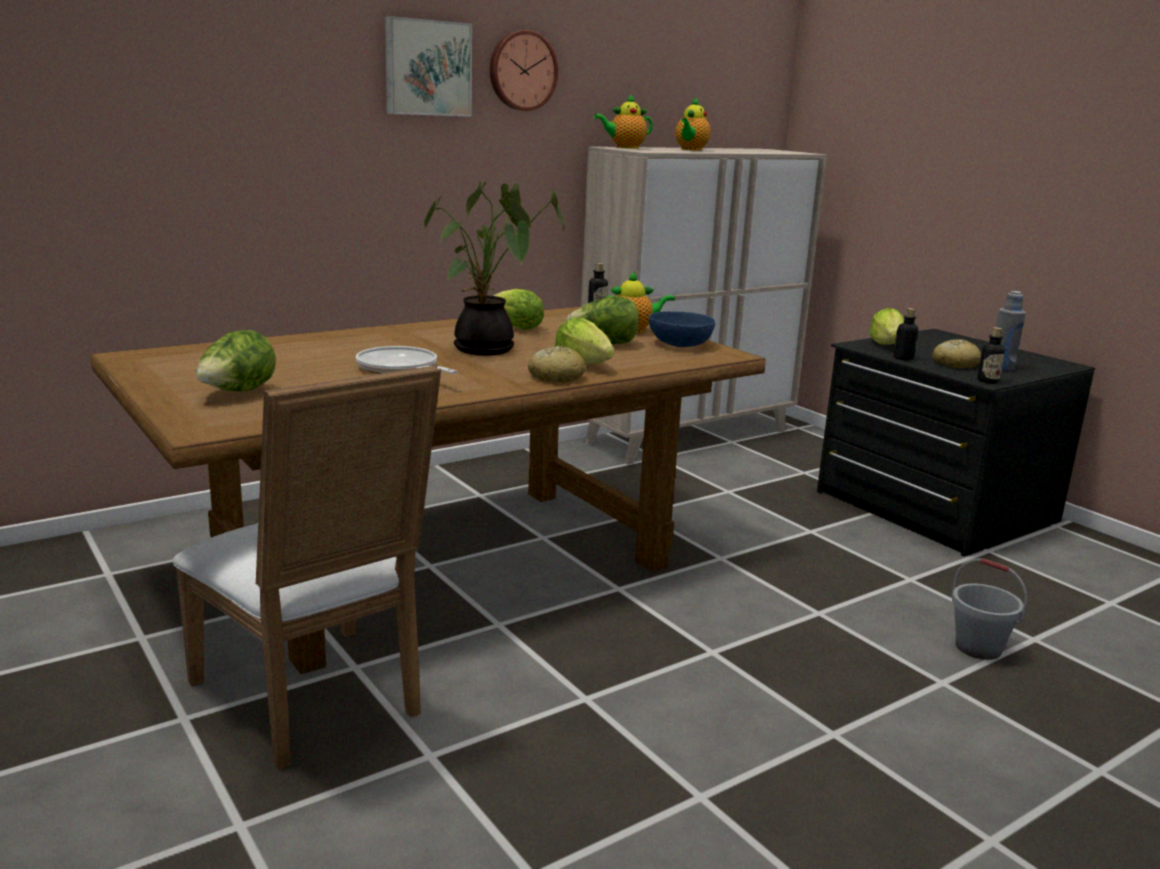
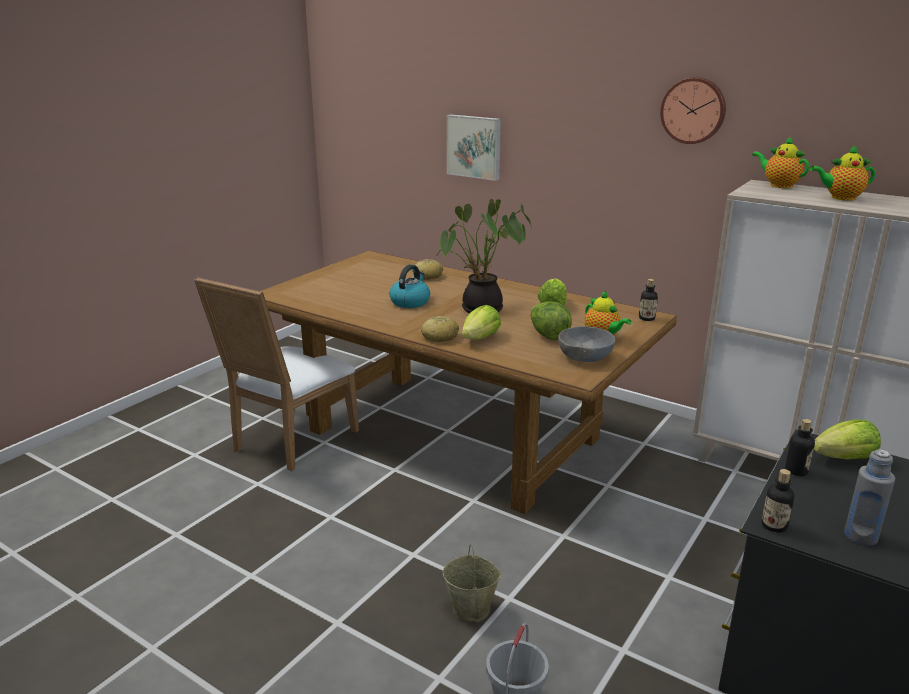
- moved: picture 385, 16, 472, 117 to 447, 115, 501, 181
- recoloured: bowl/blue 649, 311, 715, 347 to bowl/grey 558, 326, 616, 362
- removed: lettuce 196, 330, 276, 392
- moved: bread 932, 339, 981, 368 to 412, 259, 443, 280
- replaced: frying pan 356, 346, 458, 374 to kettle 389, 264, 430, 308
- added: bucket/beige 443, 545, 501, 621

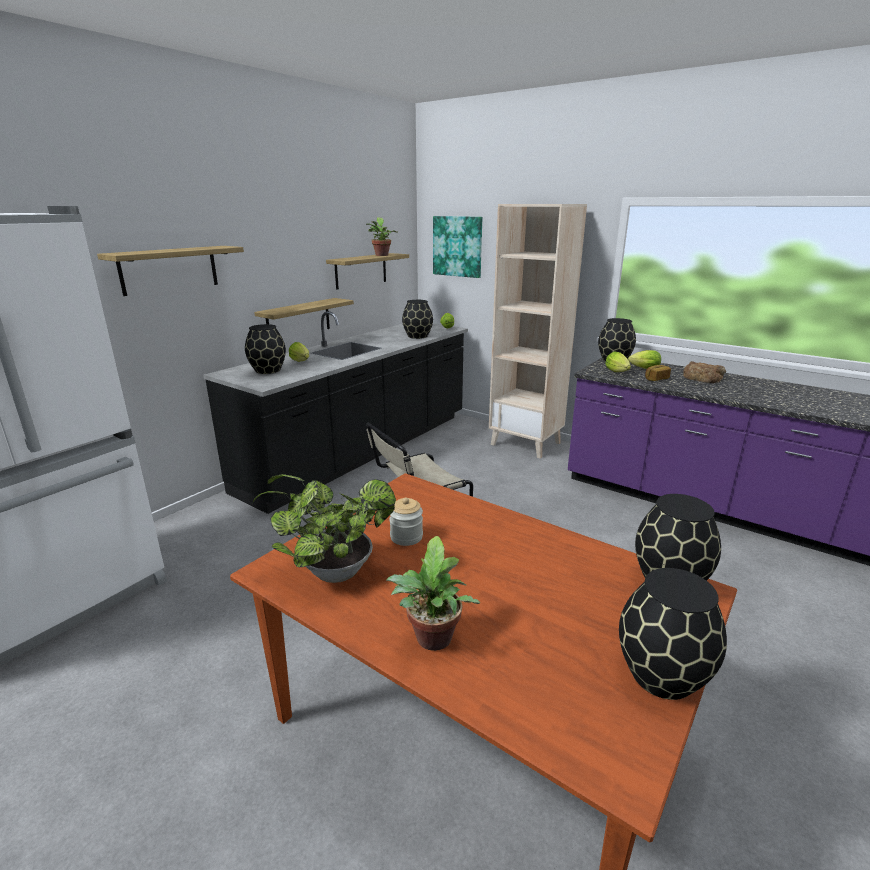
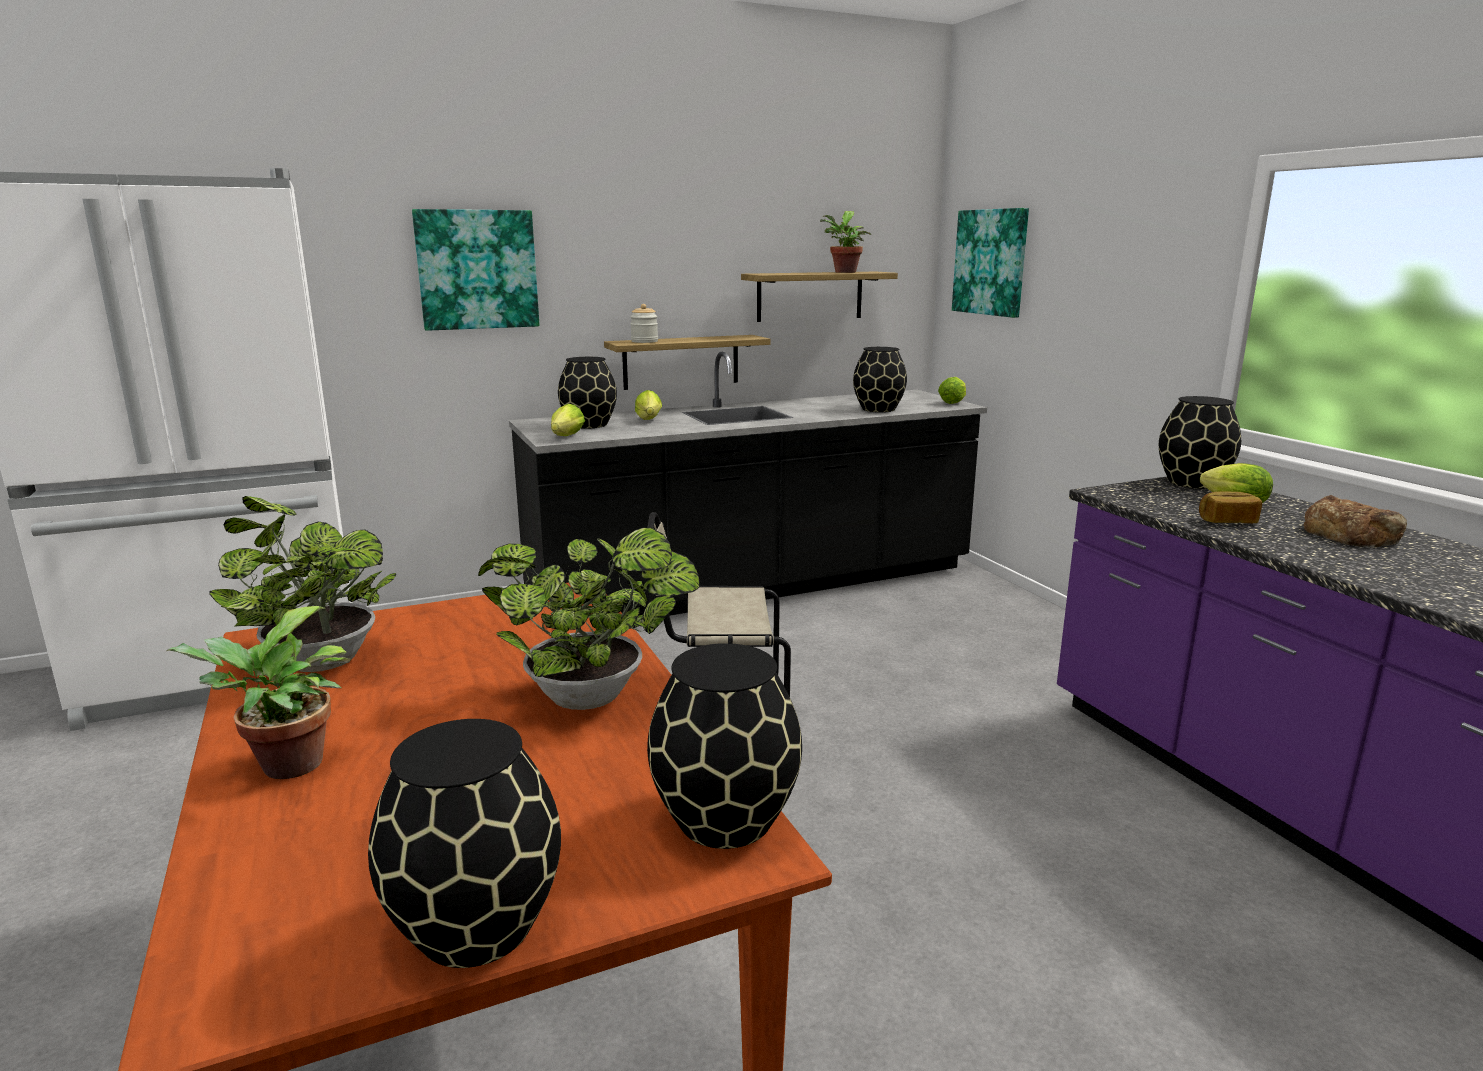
- removed: bookcase/beige 489, 204, 587, 459
- replaced: shelf 97, 246, 244, 296 to picture 412, 209, 539, 331
- moved: lettuce 605, 351, 631, 372 to 551, 404, 585, 436
- moved: jar 389, 497, 423, 546 to 630, 304, 658, 343
- added: potted plant 478, 527, 700, 710

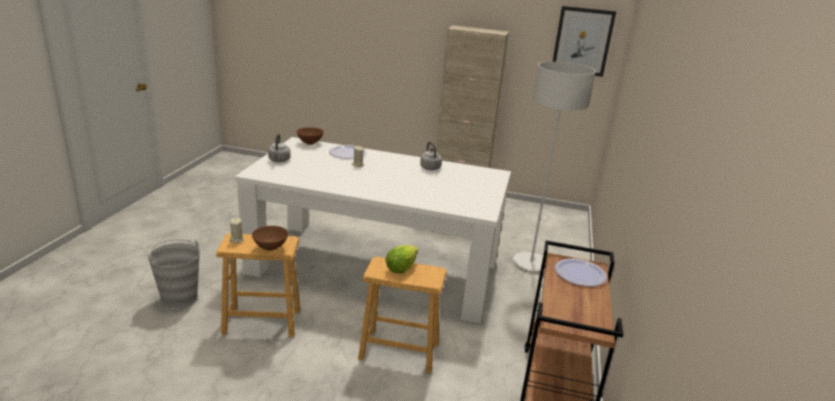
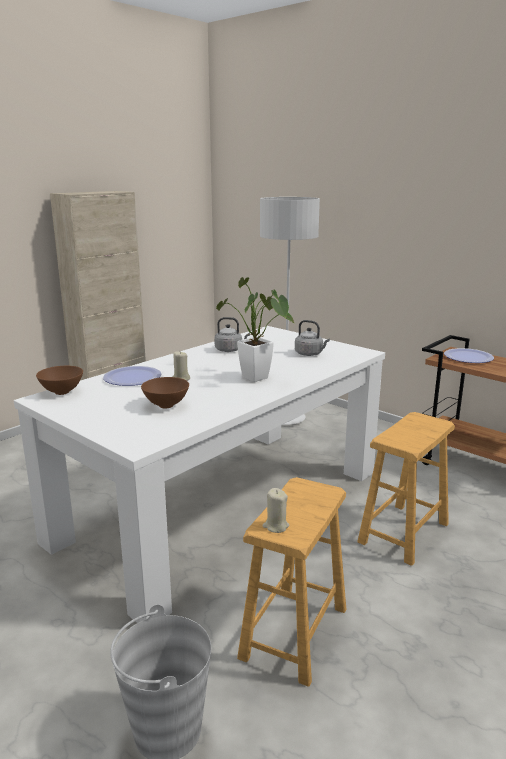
- removed: picture 553, 6, 616, 77
- moved: kettle/grey 268, 133, 291, 162 to 295, 320, 330, 356
- moved: bowl/brown 252, 226, 288, 251 to 141, 377, 189, 408
- removed: lettuce 385, 245, 418, 273
- added: potted plant 216, 277, 295, 382

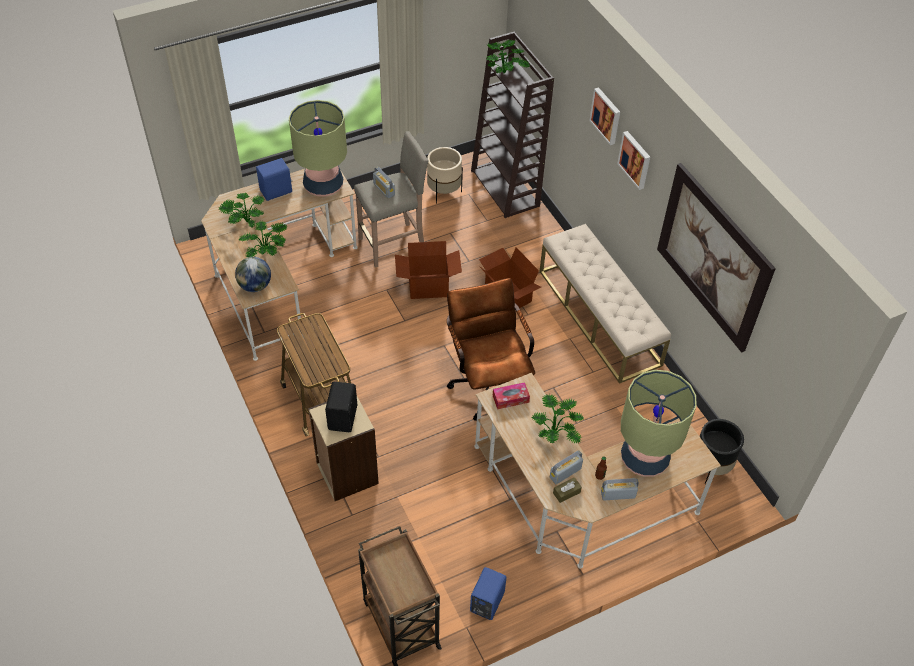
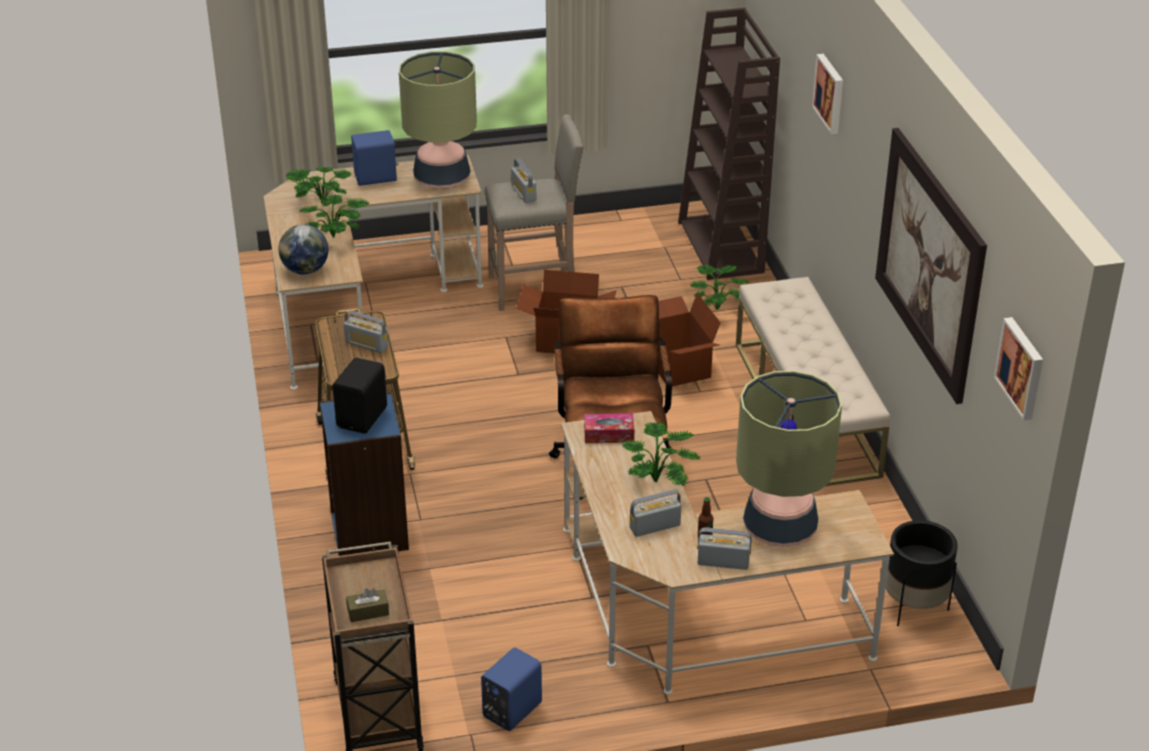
- moved: potted plant 486, 39, 530, 73 to 690, 264, 749, 310
- moved: picture 617, 131, 650, 190 to 994, 317, 1043, 421
- removed: planter/beige 427, 147, 463, 204
- recoloured: bookcase/beige 308, 397, 379, 501 to bookcase/blue 320, 392, 409, 556
- moved: tissue box/brown 553, 477, 582, 503 to 346, 588, 389, 622
- added: radio 344, 310, 388, 353

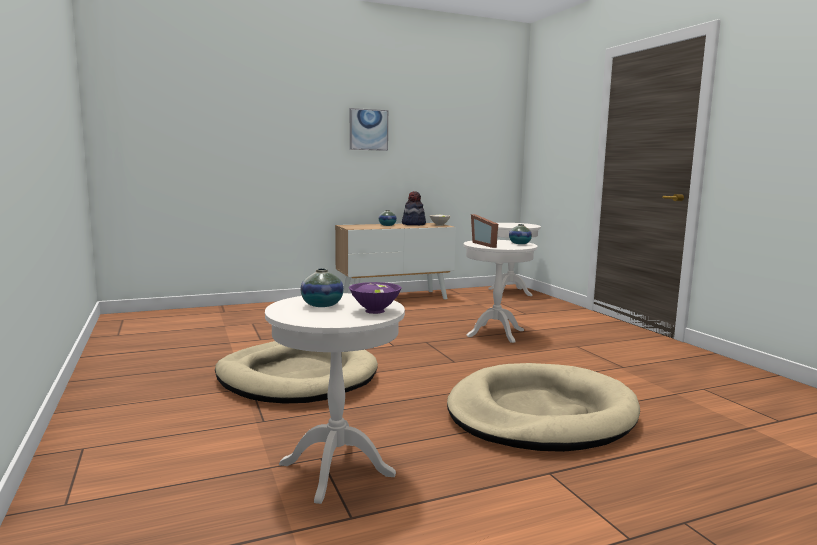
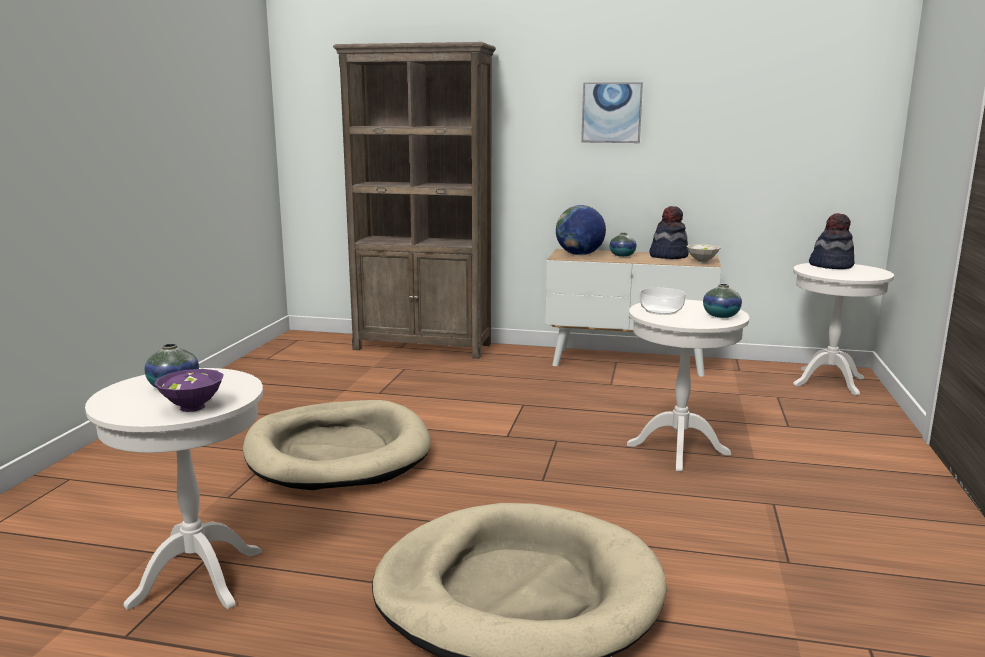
- replaced: picture frame 471, 214, 498, 248 to bowl 640, 288, 686, 315
- added: bookcase/brown 333, 42, 496, 359
- added: globe 556, 205, 606, 255
- added: hat 809, 213, 855, 269

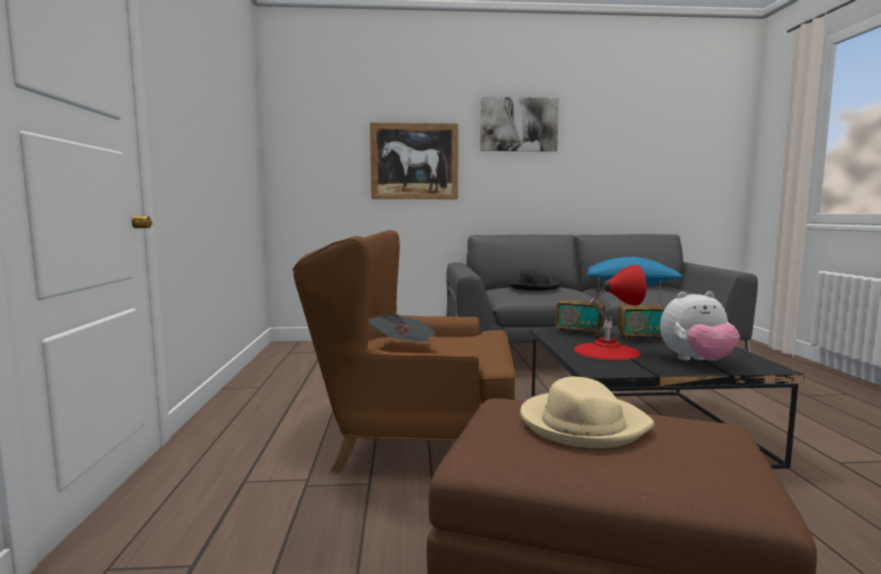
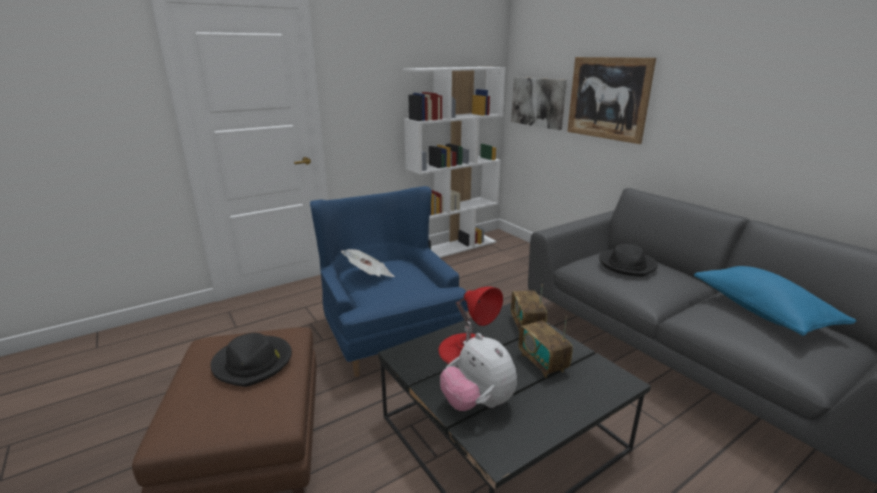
- moved: picture 480, 97, 559, 152 to 511, 77, 567, 130
- recoloured: armchair/brown 292, 230, 516, 472 to armchair/blue 310, 186, 468, 377
- recoloured: hat/beige 520, 377, 654, 448 to hat/black 210, 333, 292, 387
- added: bookcase/white 403, 67, 506, 258

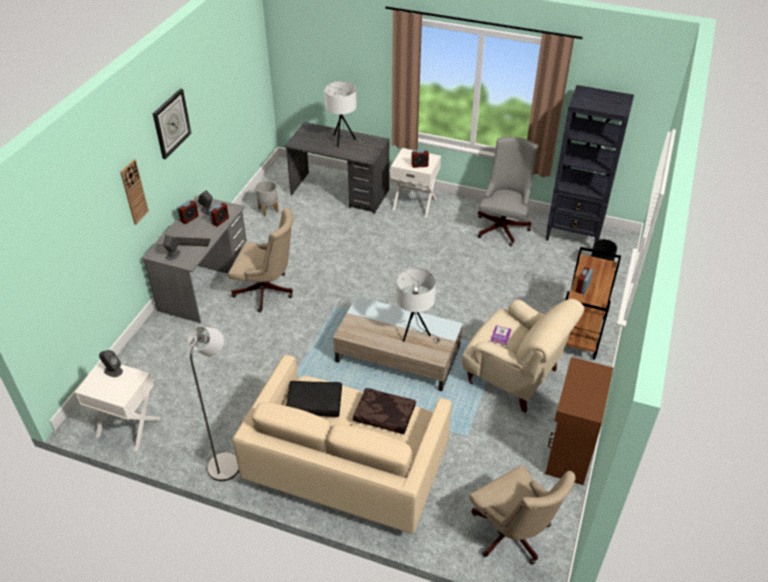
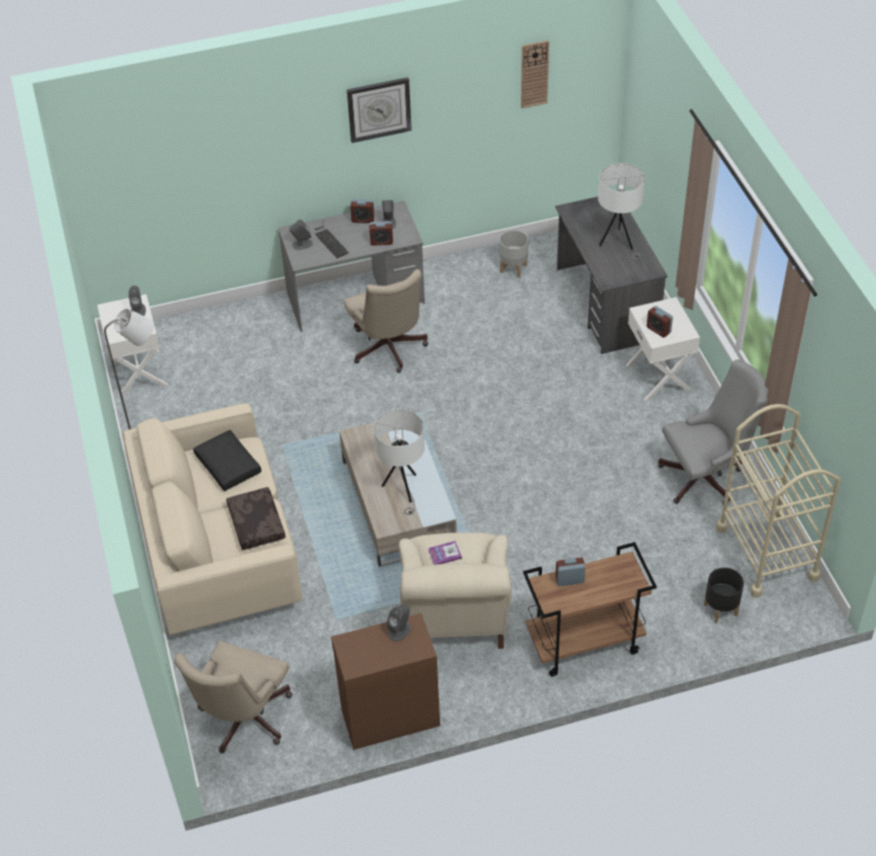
- replaced: bookcase/black 546, 85, 634, 242 to cart/beige 716, 404, 841, 597
- moved: wall clock 120, 159, 149, 225 to 521, 40, 549, 108
- added: speaker/grey 386, 604, 412, 641

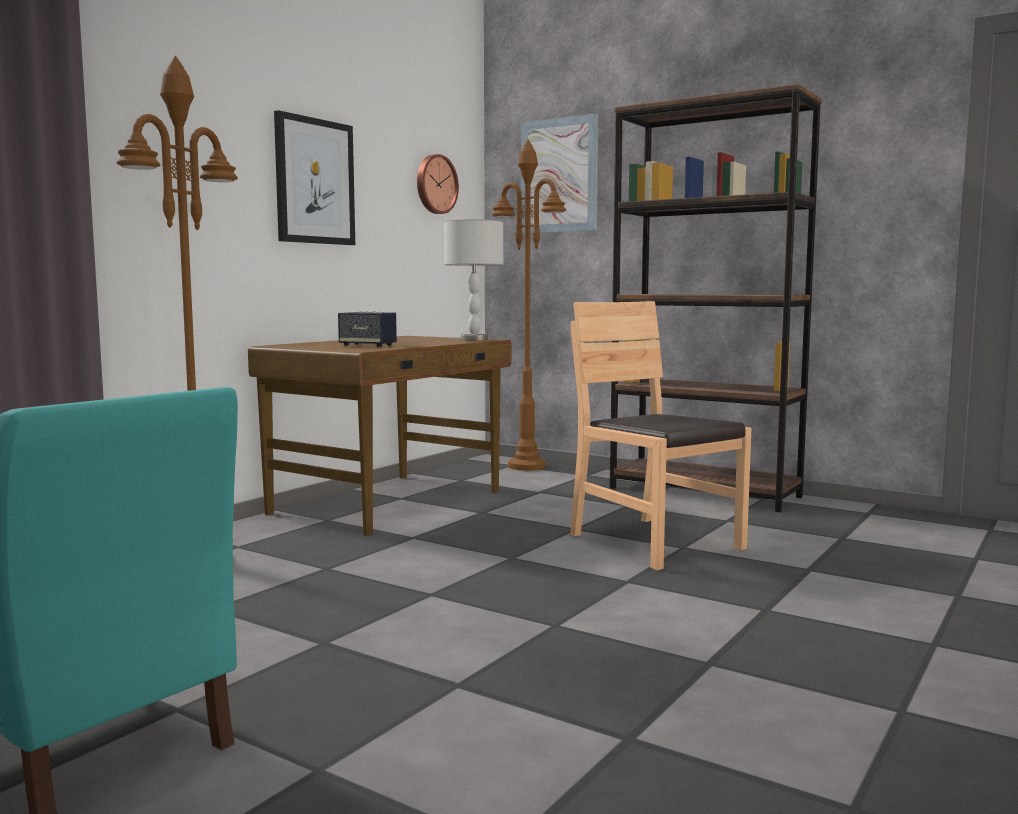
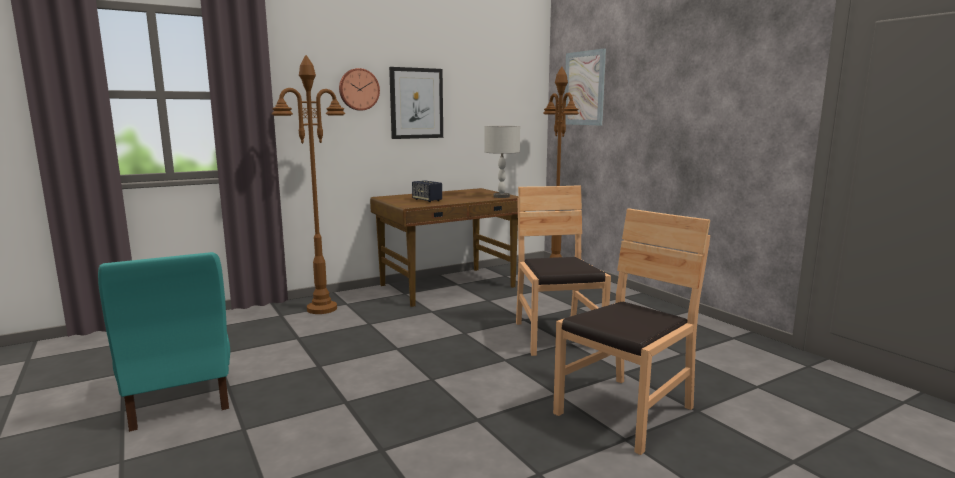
- removed: bookcase/brown 610, 84, 822, 512
- moved: wall clock 417, 154, 459, 214 to 339, 68, 380, 110
- added: chair/brown 553, 208, 710, 455

